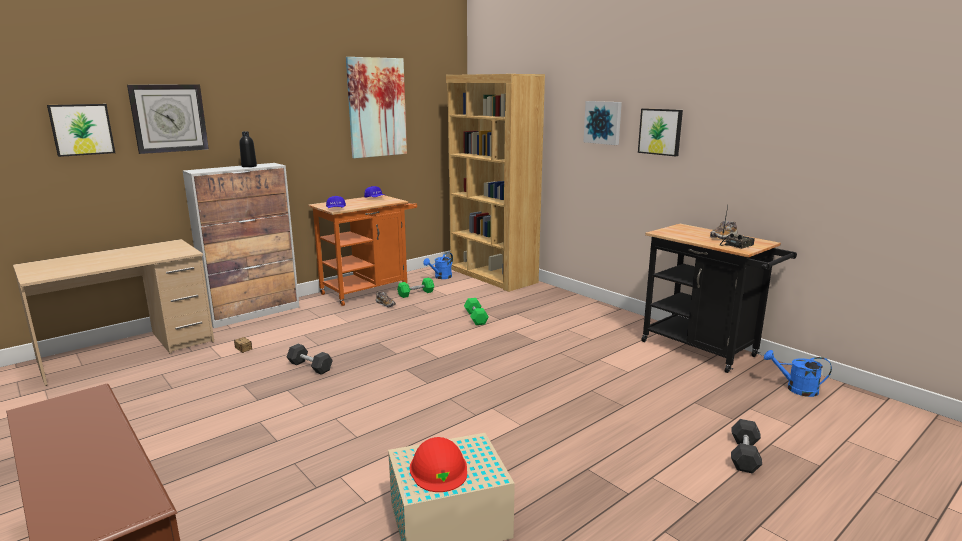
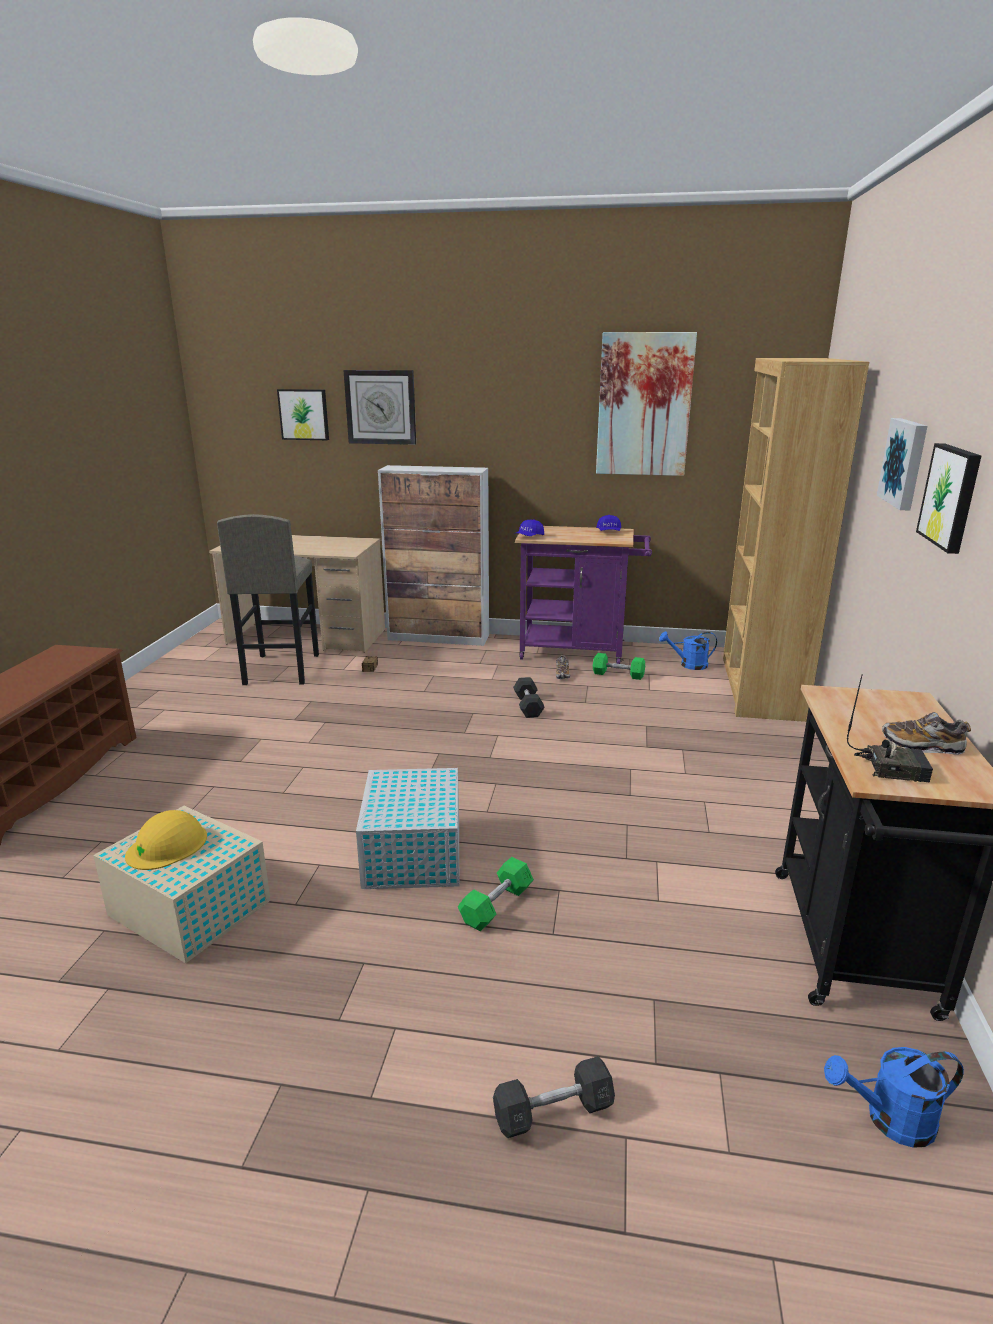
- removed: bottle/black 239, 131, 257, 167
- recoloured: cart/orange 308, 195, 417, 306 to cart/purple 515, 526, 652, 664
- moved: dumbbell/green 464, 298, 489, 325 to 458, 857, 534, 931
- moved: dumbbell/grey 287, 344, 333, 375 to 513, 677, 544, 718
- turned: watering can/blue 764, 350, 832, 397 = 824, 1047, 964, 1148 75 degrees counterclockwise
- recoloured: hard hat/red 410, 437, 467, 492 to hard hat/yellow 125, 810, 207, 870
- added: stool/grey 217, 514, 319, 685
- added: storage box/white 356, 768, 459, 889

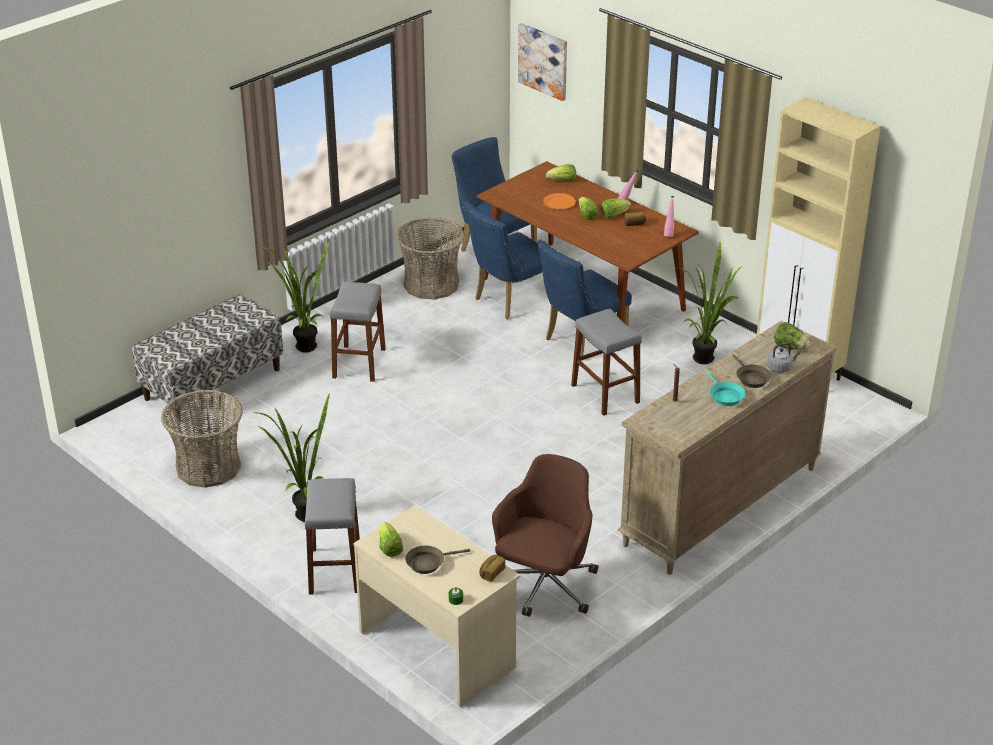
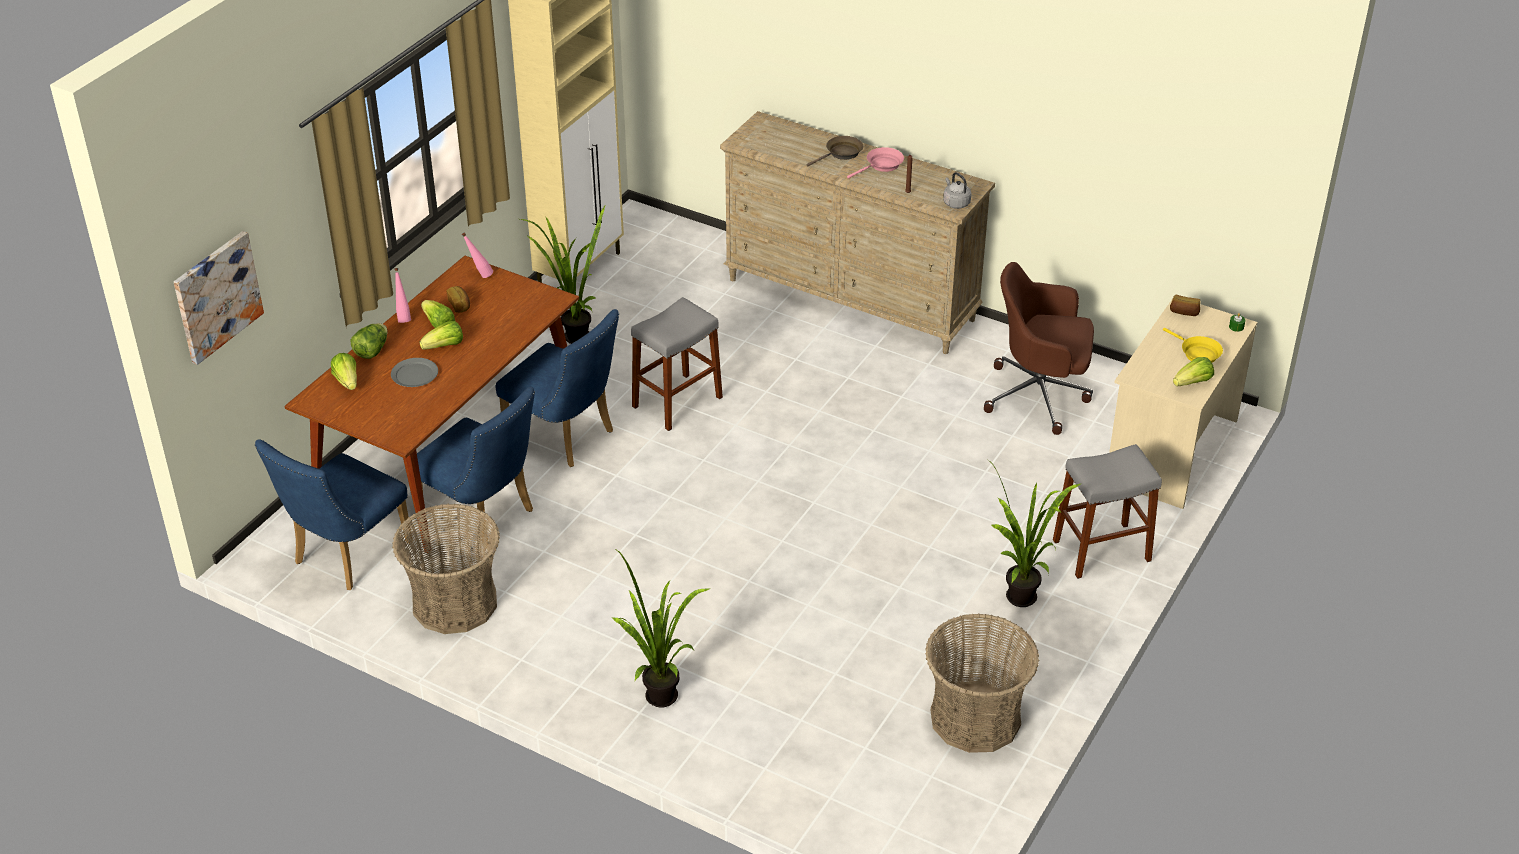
- recoloured: plate/orange 543, 193, 576, 209 to plate/grey 391, 358, 438, 387
- removed: stool/grey 330, 282, 386, 382
- removed: bench 132, 294, 283, 421
- moved: lettuce 774, 322, 809, 350 to 351, 323, 388, 359
- moved: kettle/grey 767, 343, 800, 373 to 943, 172, 971, 209
- recoloured: frying pan/turquoise 706, 372, 745, 406 to frying pan/pink 847, 147, 904, 179
- recoloured: frying pan/brown 405, 546, 470, 574 to frying pan/yellow 1163, 328, 1223, 363

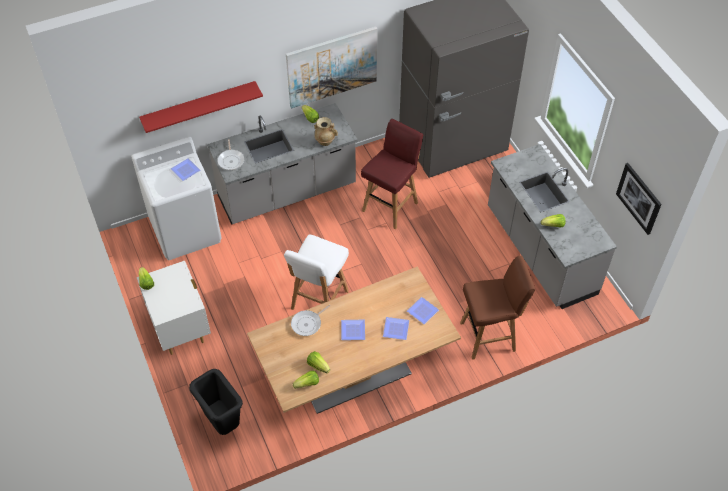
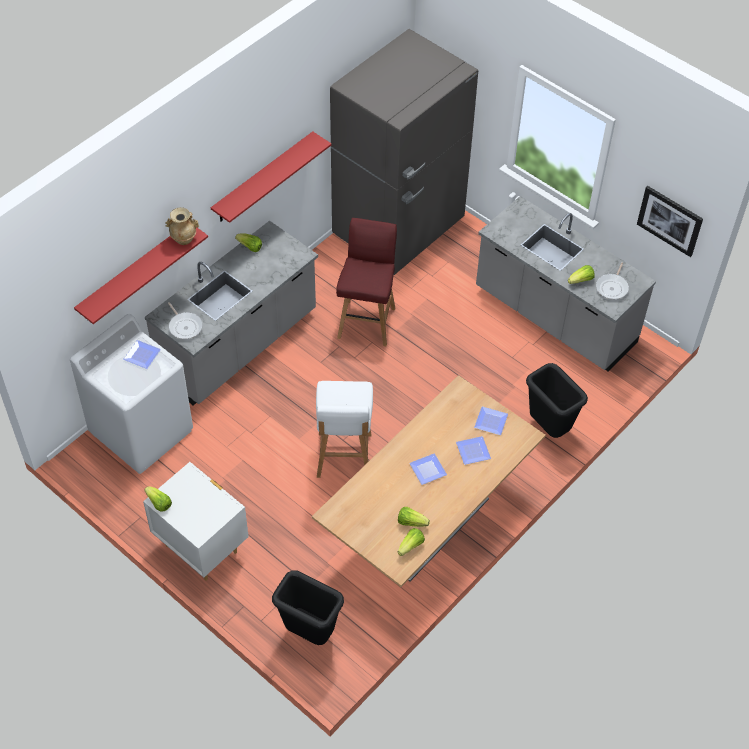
- replaced: picture 286, 26, 377, 108 to shelf/red 211, 131, 332, 223
- moved: vase/beige 314, 117, 338, 146 to 165, 207, 199, 245
- replaced: stool/brown 460, 255, 535, 360 to trash can/black 526, 363, 588, 438
- moved: frying pan 291, 305, 330, 336 to 596, 262, 629, 299

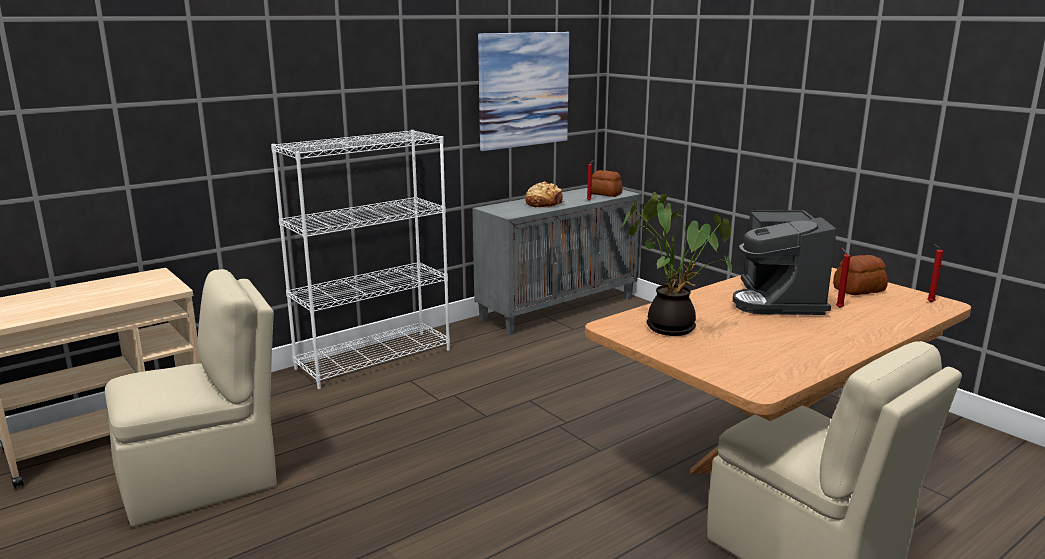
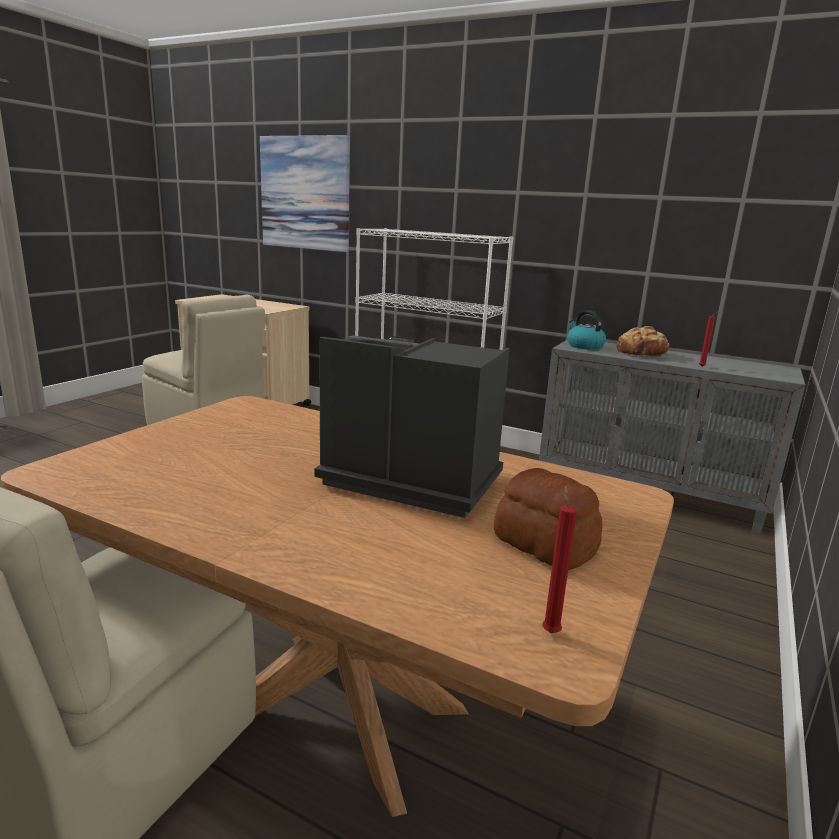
- moved: picture 478, 32, 569, 151 to 260, 135, 350, 252
- removed: bread 591, 170, 623, 197
- removed: potted plant 621, 192, 732, 336
- turned: coffee machine 733, 210, 836, 315 = 315, 335, 510, 518 45 degrees clockwise
- removed: candle/red 836, 248, 850, 308
- added: kettle 567, 310, 606, 350

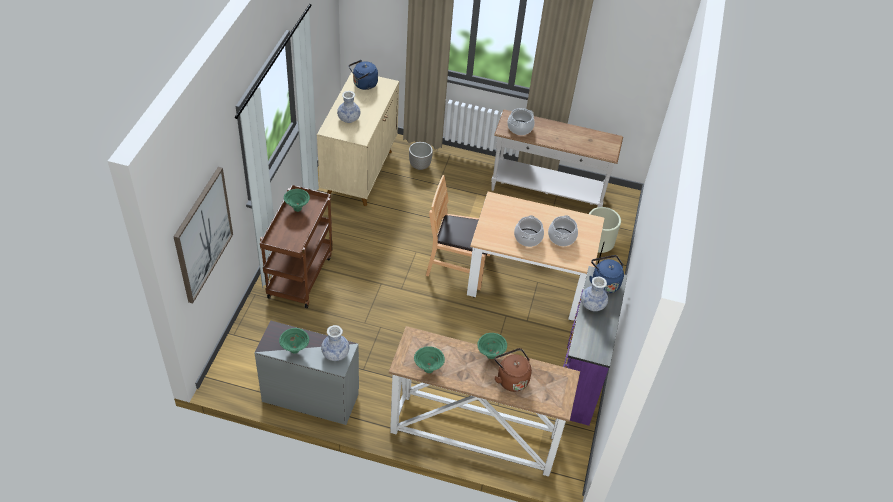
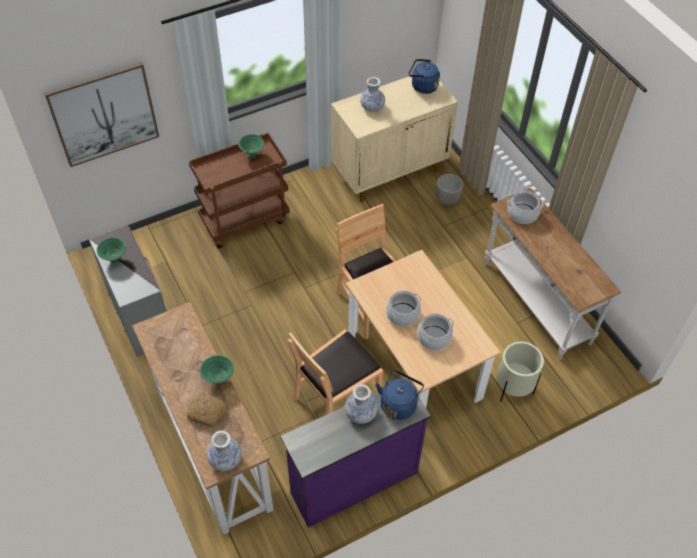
- moved: vase 321, 325, 349, 361 to 207, 430, 241, 471
- removed: bowl/green 414, 346, 445, 373
- replaced: kettle/brown 495, 348, 532, 392 to bread 186, 393, 227, 427
- added: chair/brown 288, 330, 383, 415

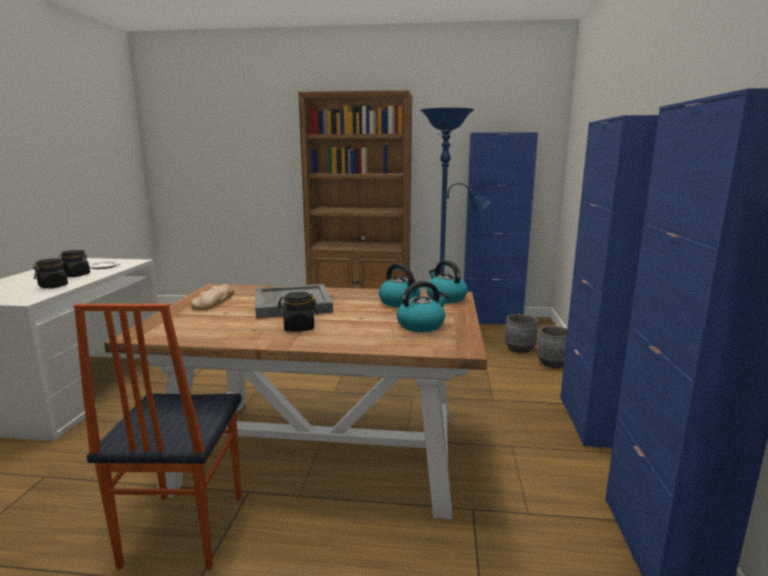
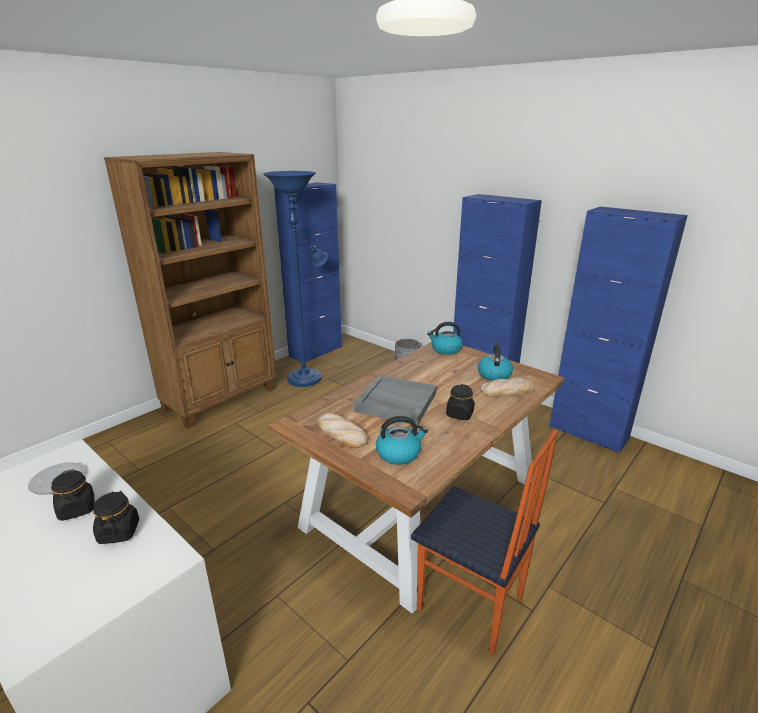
- moved: kettle 379, 263, 420, 307 to 376, 416, 428, 465
- removed: planter/grey 505, 314, 538, 353
- added: bread 480, 377, 535, 397

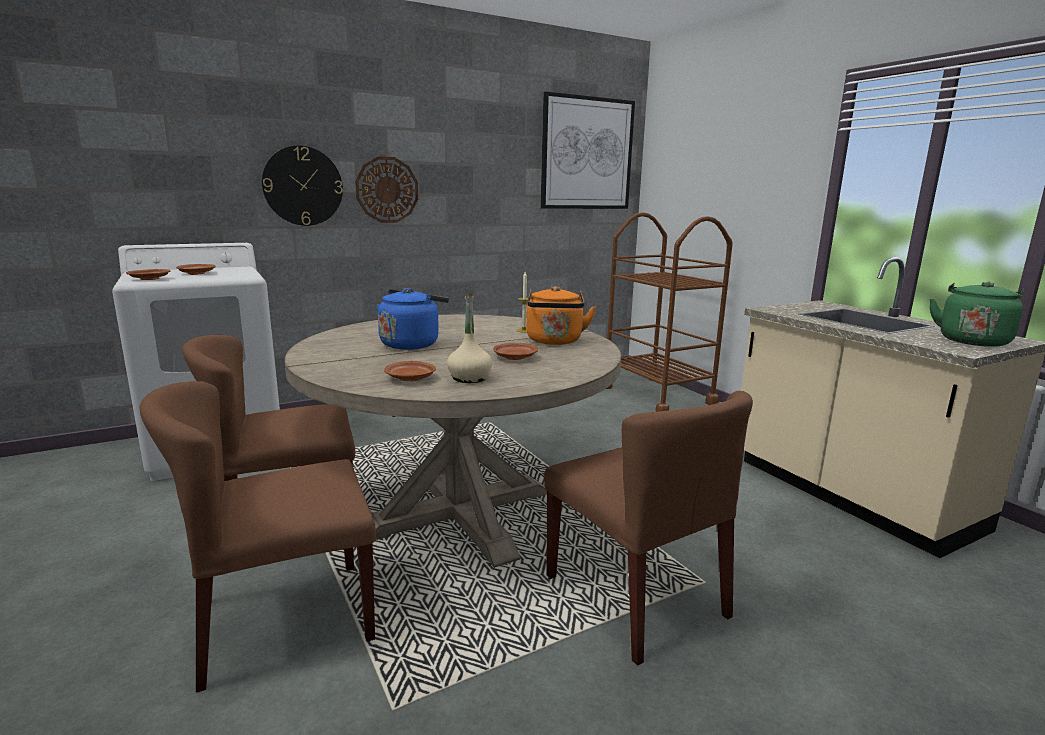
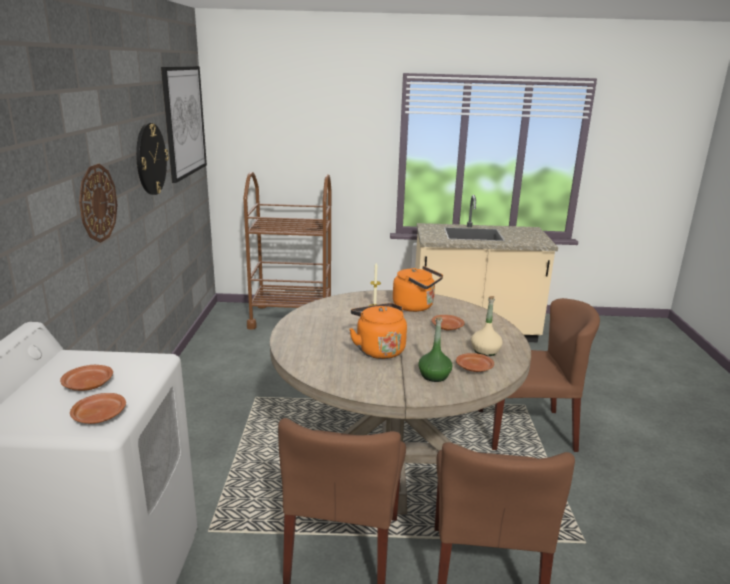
- moved: wall clock 262, 145, 343, 226 to 136, 123, 169, 195
- removed: kettle/green 930, 282, 1024, 347
- recoloured: kettle/blue 377, 288, 449, 350 to kettle/orange 349, 303, 407, 359
- added: bottle/green 418, 316, 452, 382

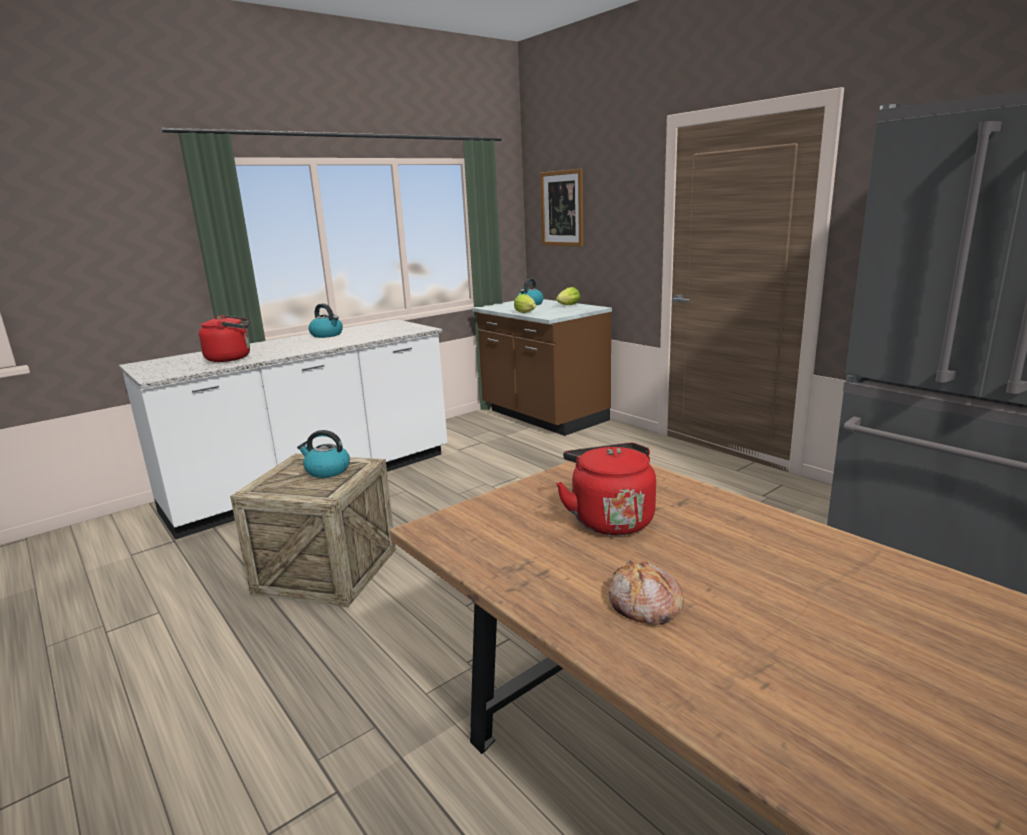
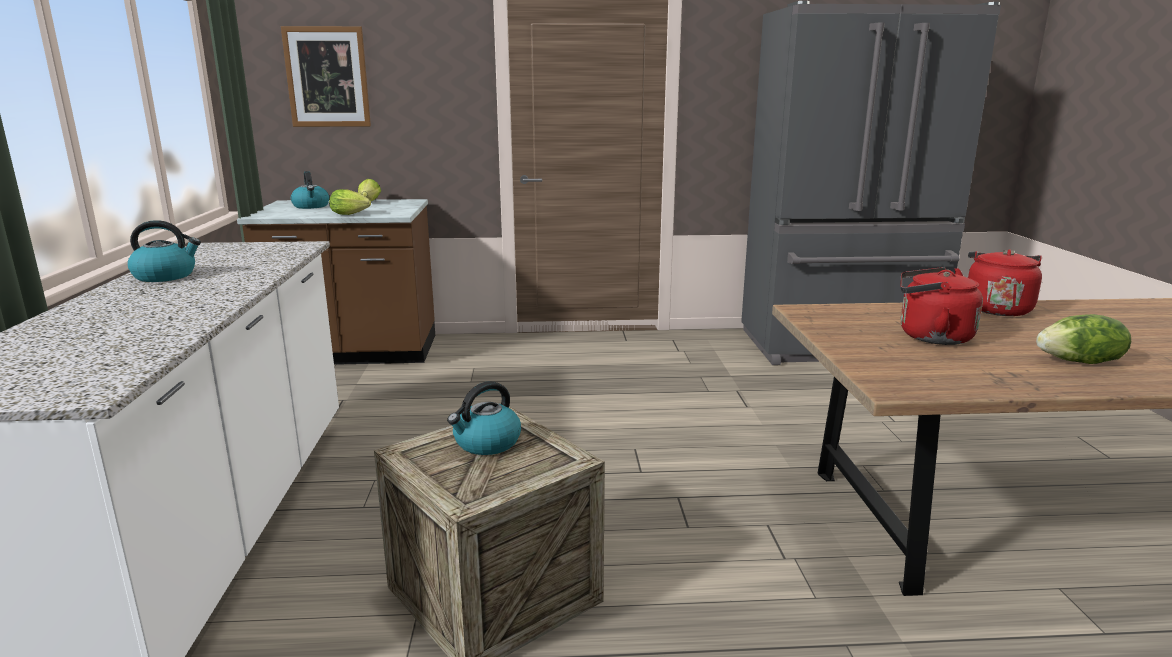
- moved: kettle/red 199, 315, 250, 362 to 954, 249, 1042, 316
- replaced: bread 609, 560, 684, 625 to lettuce 1036, 314, 1131, 364

